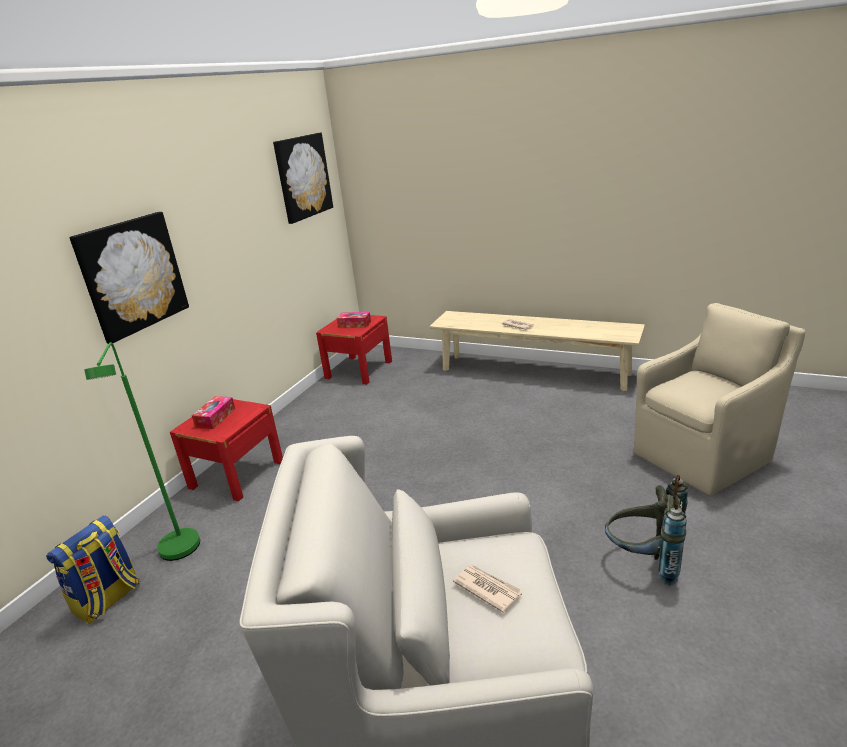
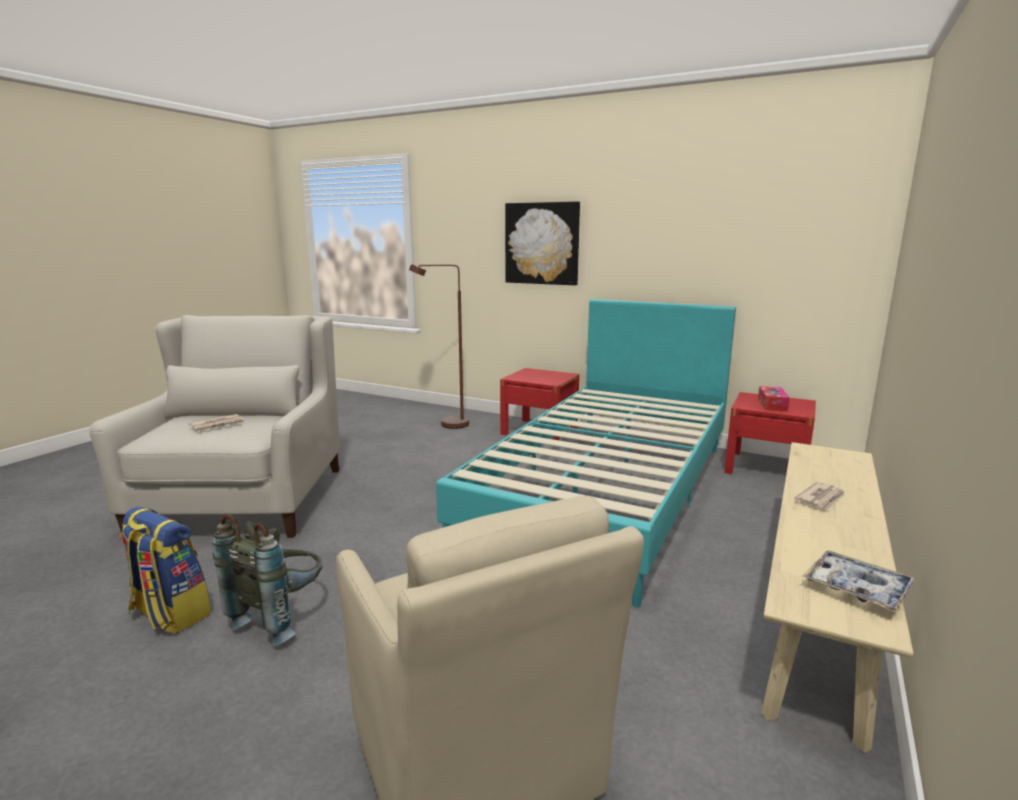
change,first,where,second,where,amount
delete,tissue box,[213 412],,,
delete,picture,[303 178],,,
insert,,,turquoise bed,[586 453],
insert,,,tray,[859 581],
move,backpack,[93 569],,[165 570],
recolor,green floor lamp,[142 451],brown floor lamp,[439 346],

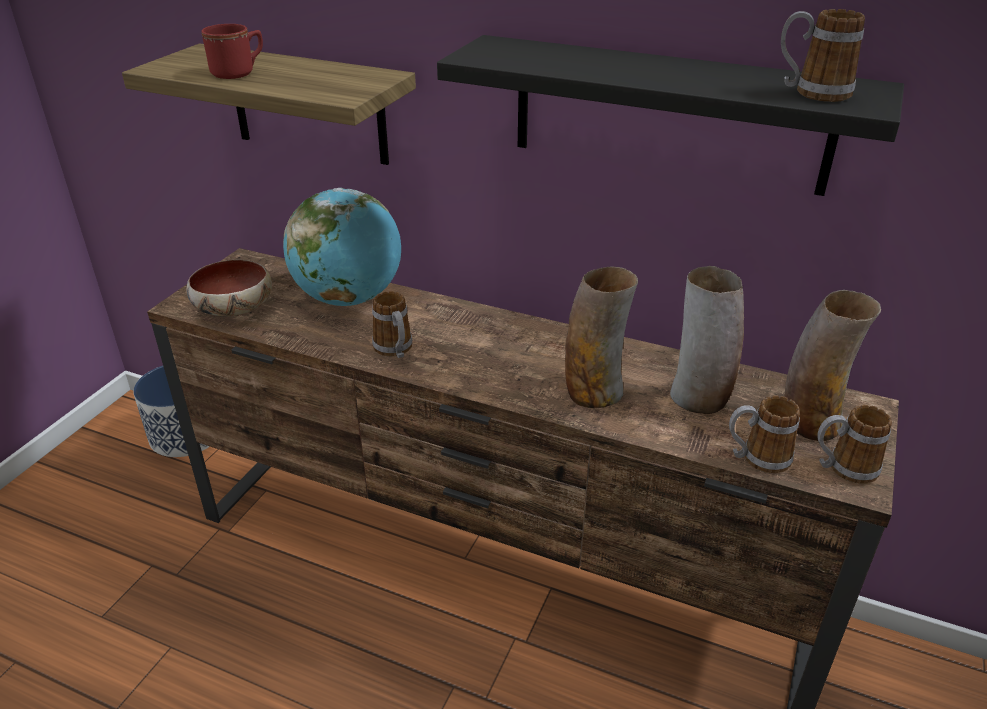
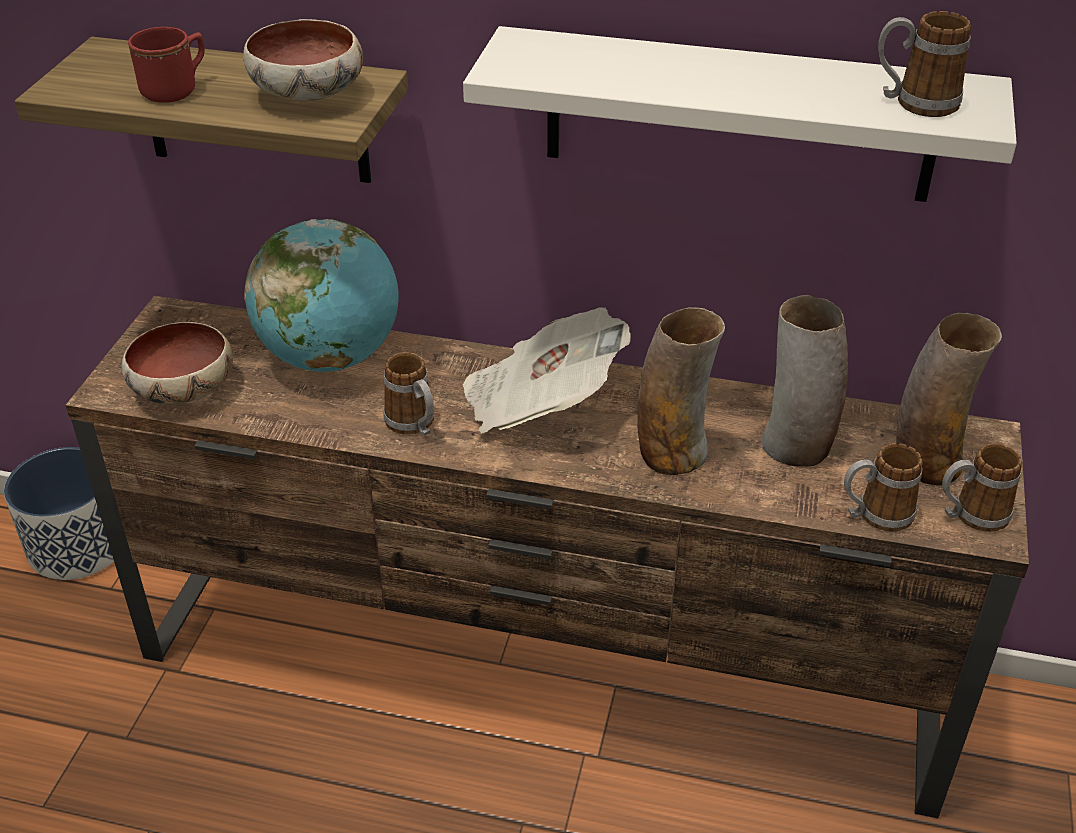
change,first,where,second,where,amount
insert,,,bowl,[303 60],
insert,,,newspaper,[547 370],
recolor,black shelf,[670 115],white shelf,[740 114],

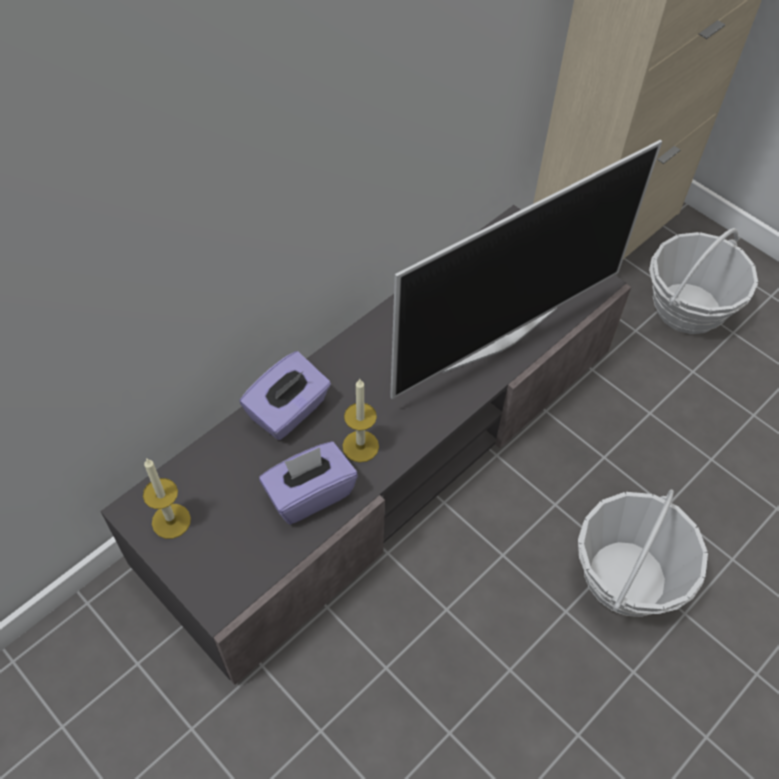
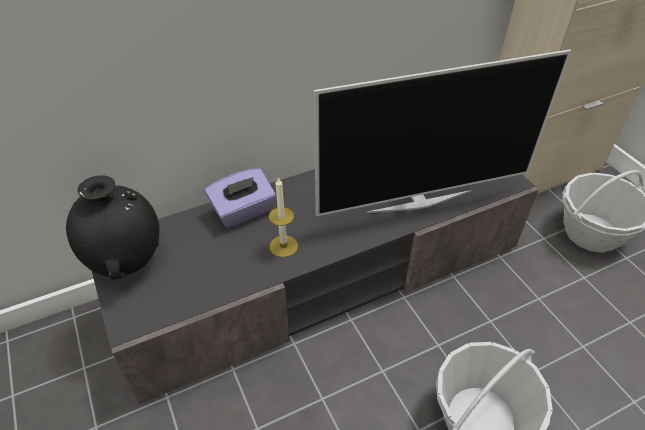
change,first,where,second,where,amount
delete,purple tissue box,[308 483],,,
replace,candle,[167 498],black vase,[112 227],

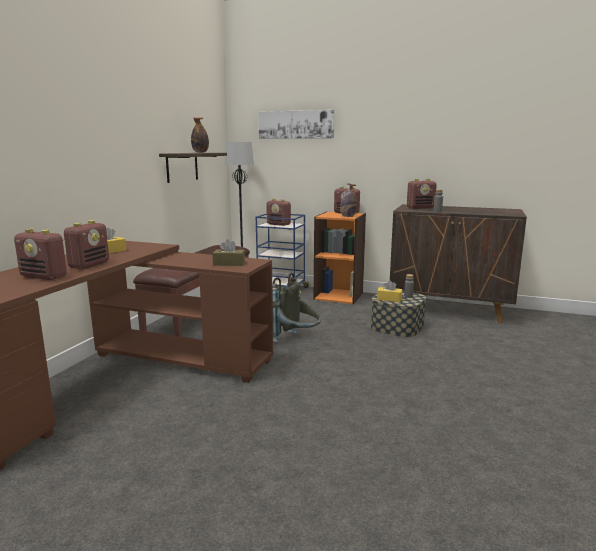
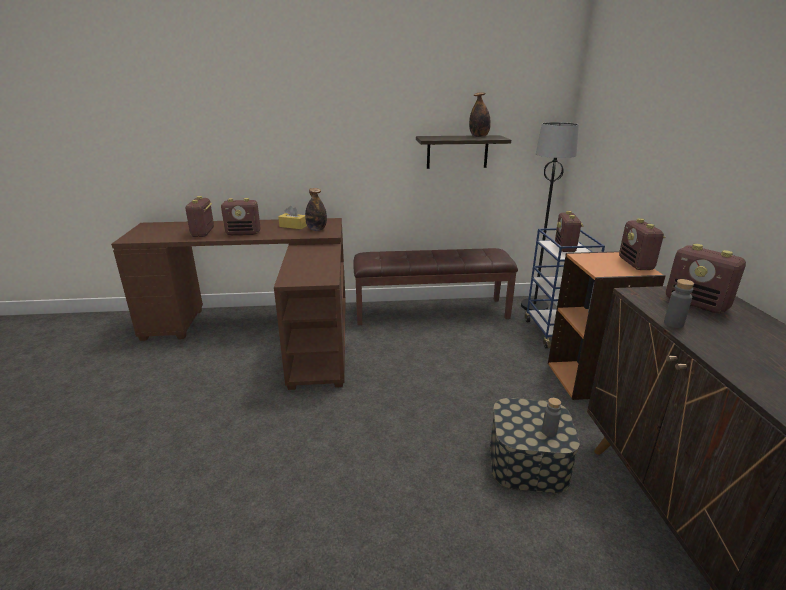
change,first,where,second,where,amount
delete,brown tissue box,[228 252],,,
delete,picture,[296 124],,,
delete,grey backpack,[296 307],,,
delete,yellow tissue box,[389 291],,,
move,bottle,[348 200],,[316 209],

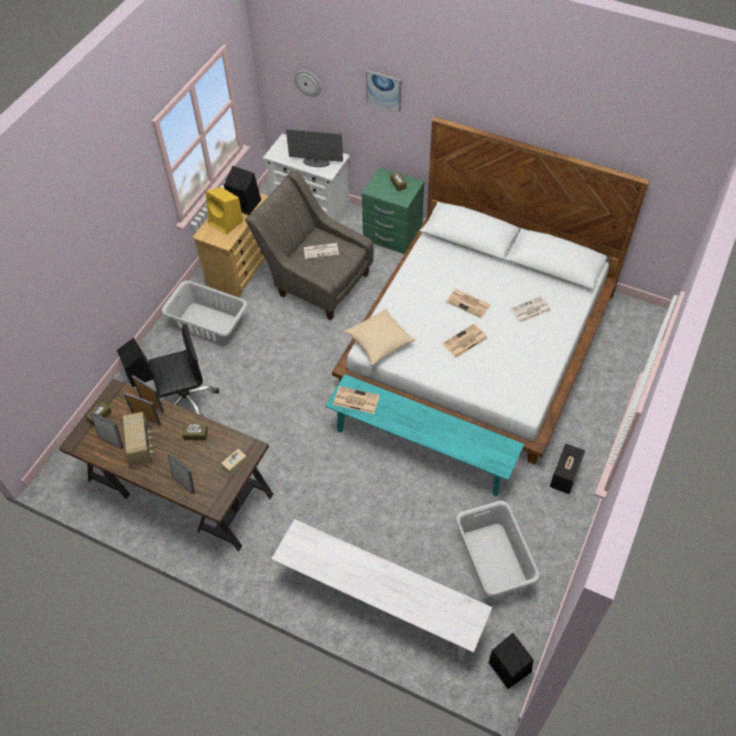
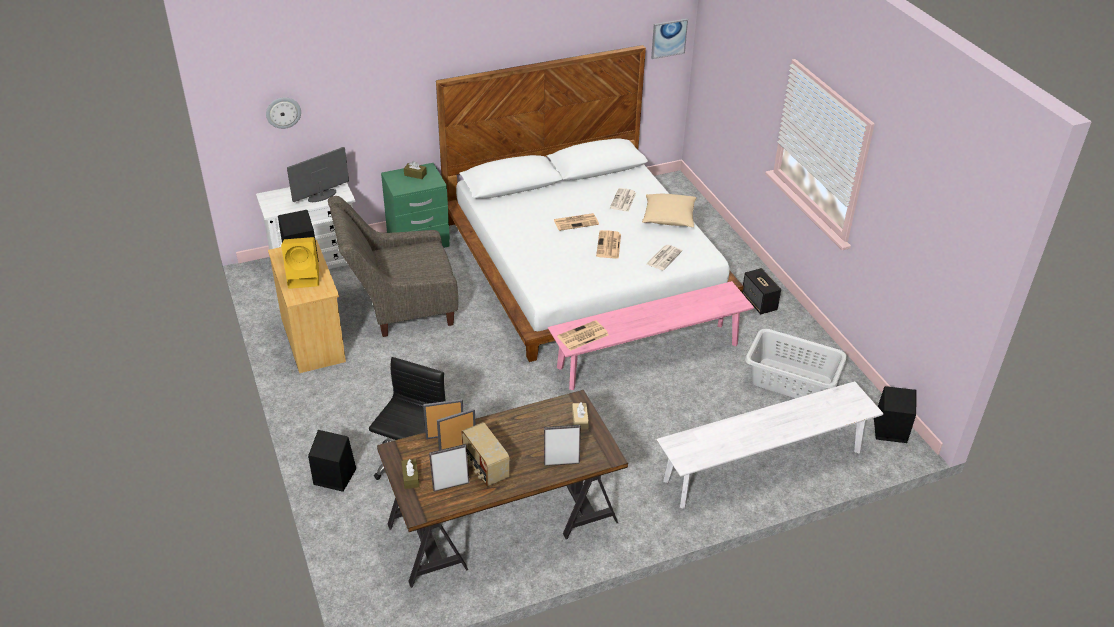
change,first,where,second,where,amount
delete,grey laundry basket,[205 313],,,
delete,brown tissue box,[195 432],,,
move,newspaper,[321 251],,[664 257],
move,beige pillow,[380 337],,[669 210],
move,picture,[383 91],,[669 39],
recolor,turquoise bench,[424 435],pink bench,[651 335],
rotate,radio,[138 439],,[485 454],150 degrees counterclockwise

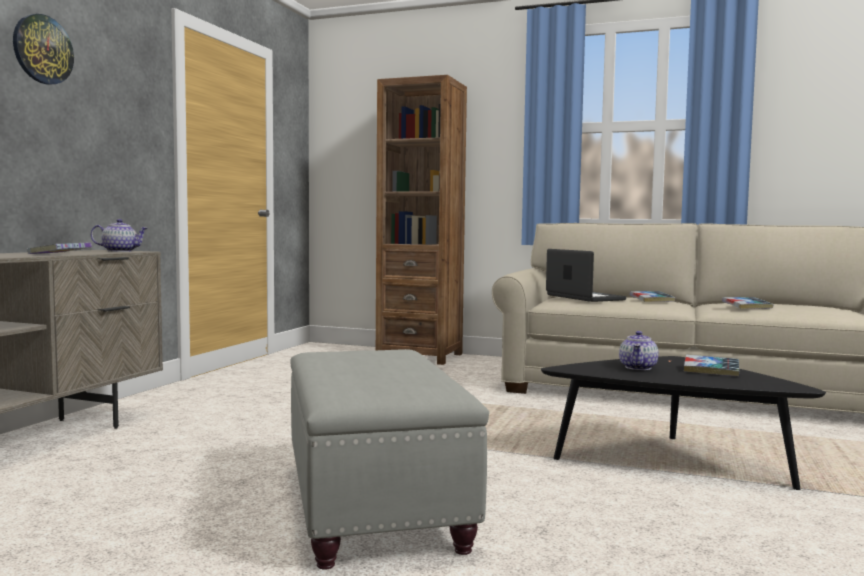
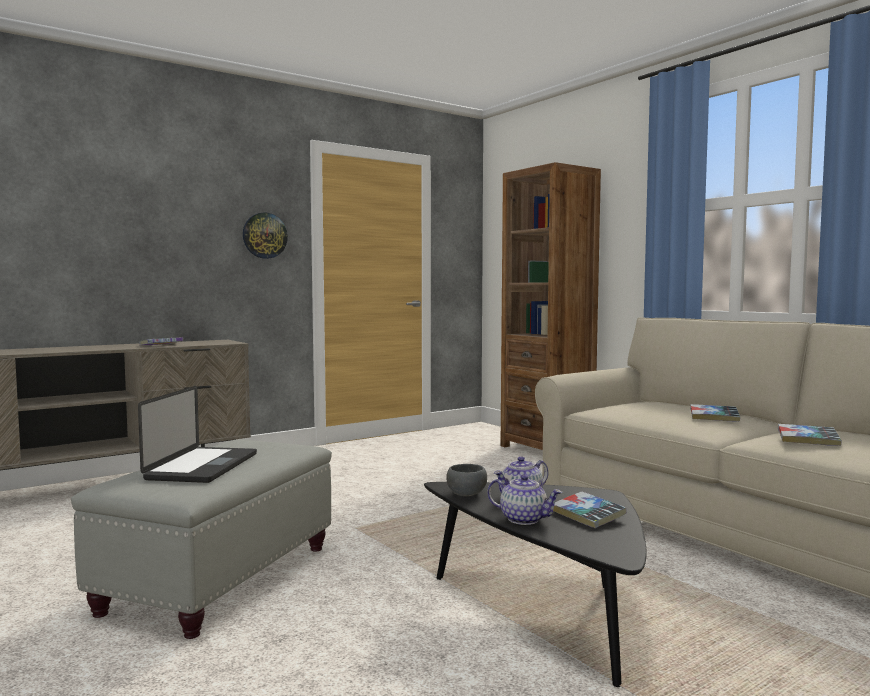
change,first,where,second,where,amount
insert,,,grey bowl,[466 480],
move,wall clock,[43 49],,[265 235],
move,teapot,[119 235],,[524 499],
move,laptop,[586 275],,[197 434],

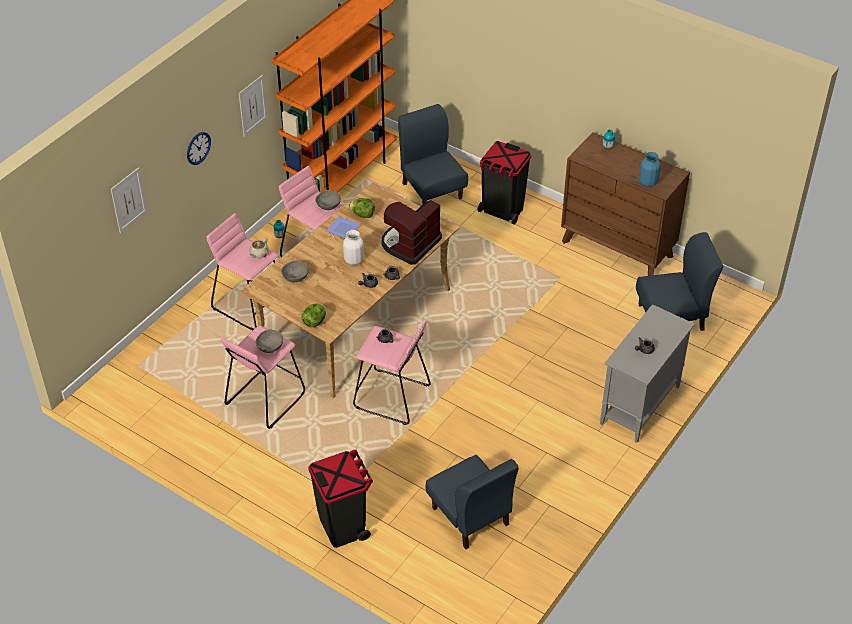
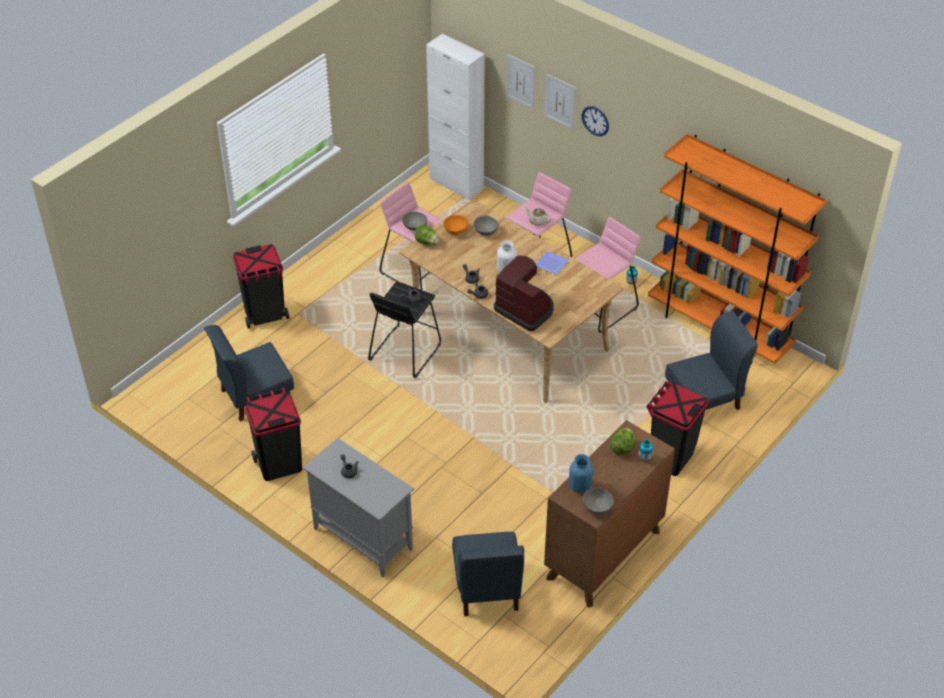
change,first,where,second,where,amount
insert,,,black trash can,[273 434],
insert,,,white cabinet,[455 117],
insert,,,orange bowl,[456 225],
move,picture,[253 105],,[560 102],
move,grey bowl,[328 200],,[598 501],
move,lettuce,[362 208],,[622 441],
recolor,pink stool,[392 373],black stool,[404 329],

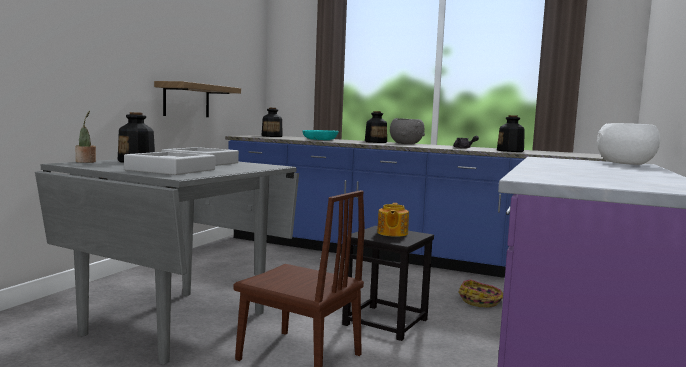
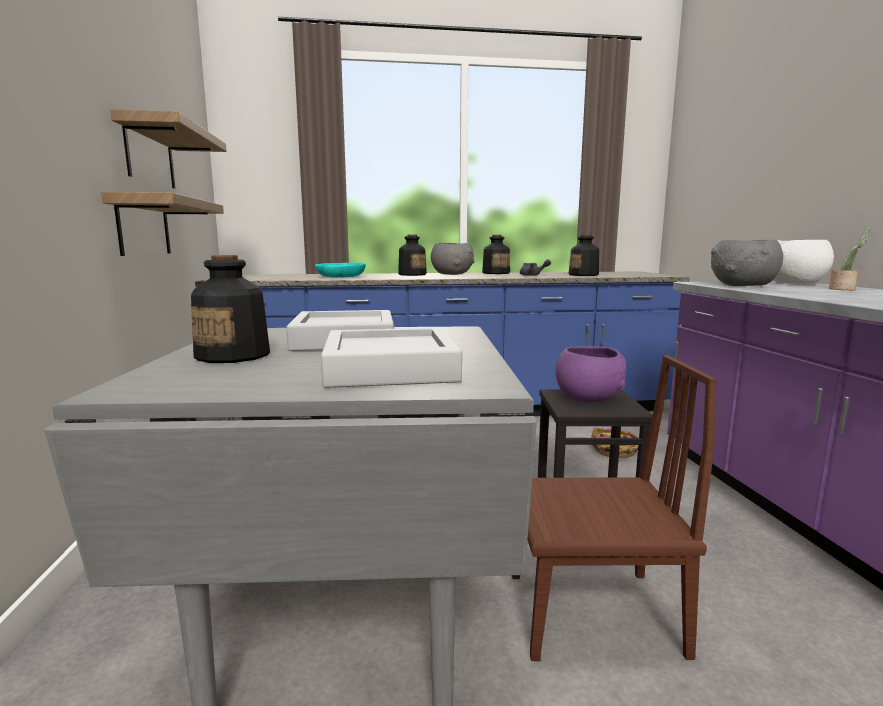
change,first,where,second,where,amount
insert,,,shelf,[168 149],
insert,,,grey bowl,[747 263],
move,potted plant,[85 137],,[849 259],
move,bottle,[272 122],,[496 254],
replace,teapot,[393 220],purple bowl,[590 374],

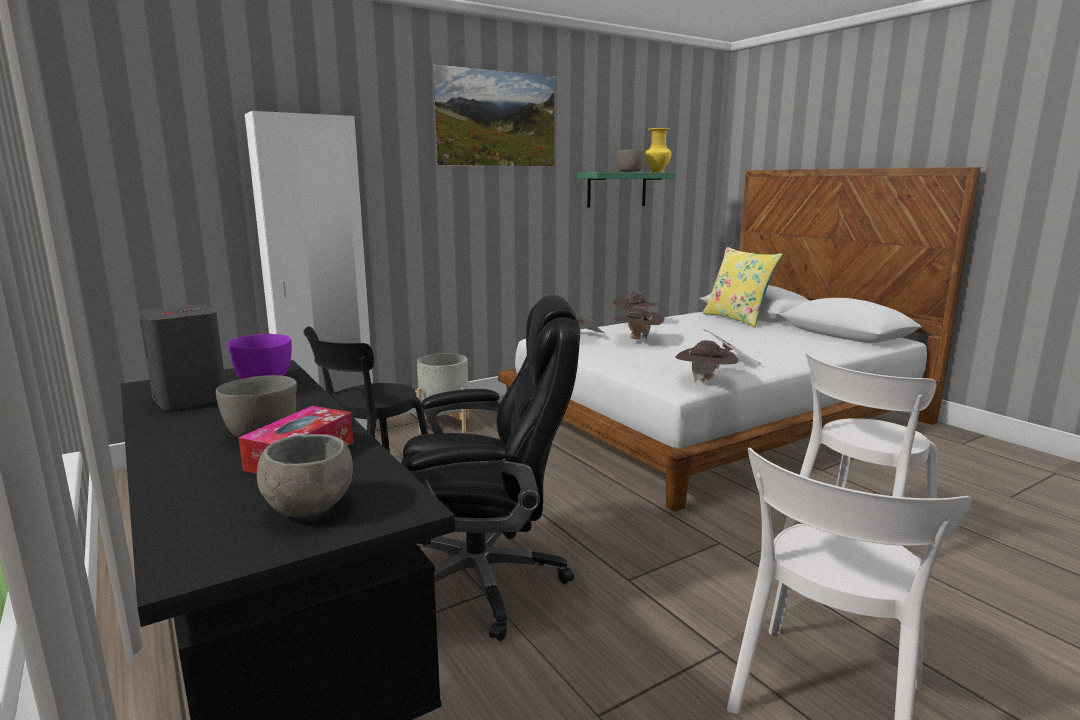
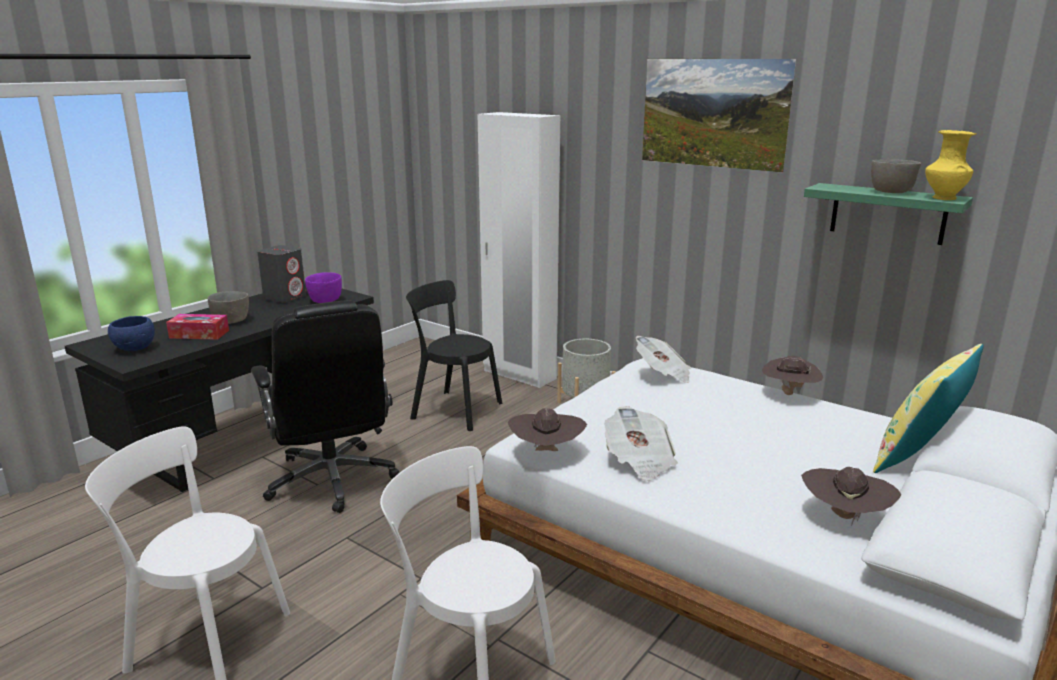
change,first,where,second,where,amount
move,brown hat,[639 323],,[851 496],
recolor,grey bowl,[305 476],blue bowl,[131 333],

